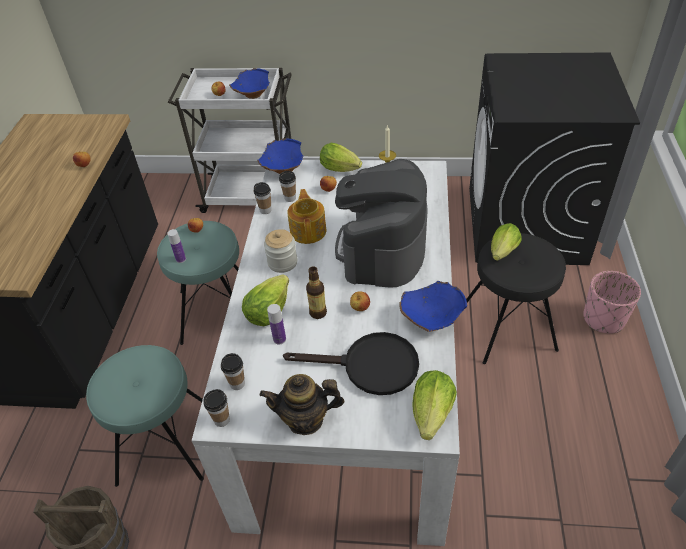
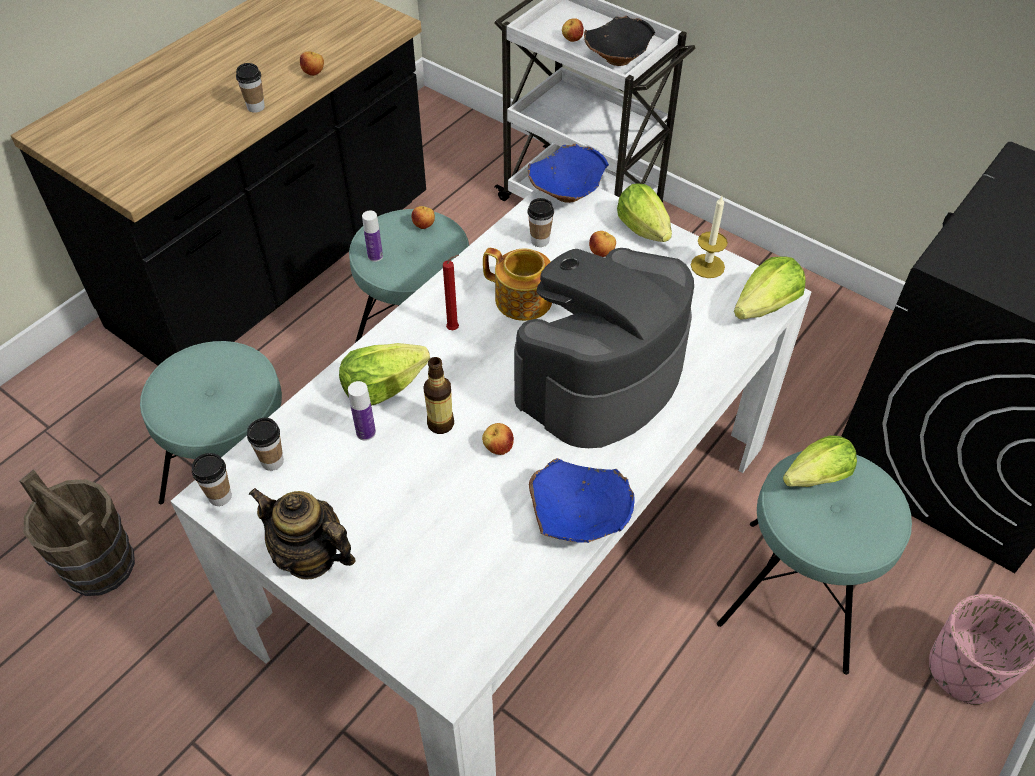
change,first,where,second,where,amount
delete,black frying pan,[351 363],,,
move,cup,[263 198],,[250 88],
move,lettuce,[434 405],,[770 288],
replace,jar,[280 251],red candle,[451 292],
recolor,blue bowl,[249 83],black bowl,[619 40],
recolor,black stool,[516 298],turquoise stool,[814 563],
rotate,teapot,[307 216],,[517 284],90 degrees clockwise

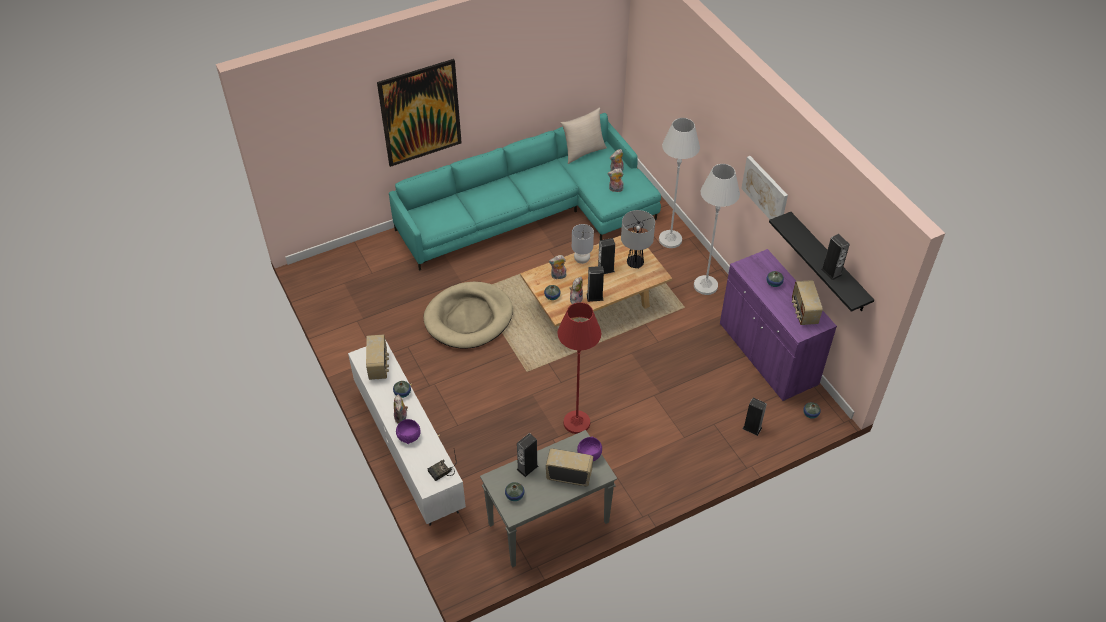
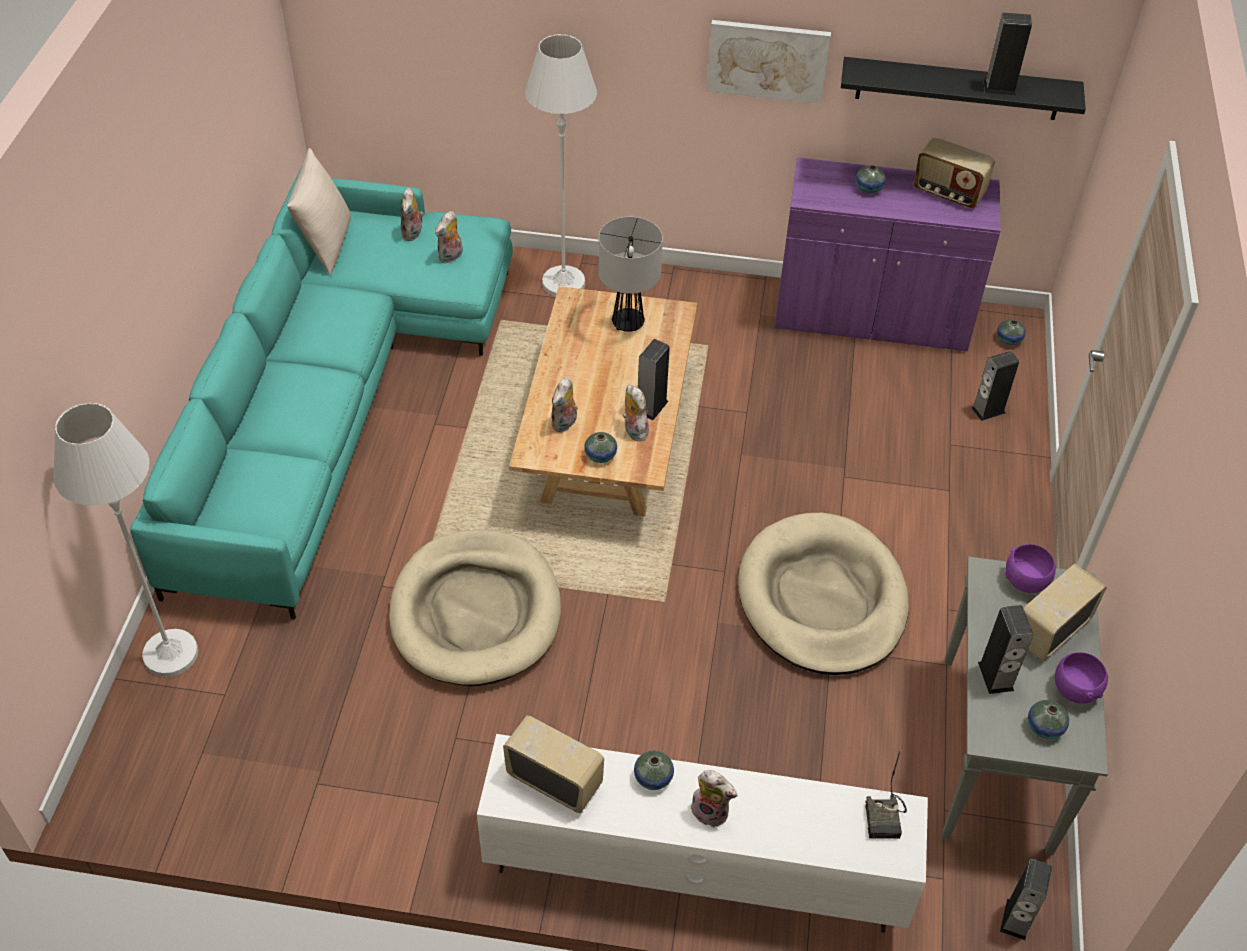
change,first,where,second,where,amount
delete,picture,[419 113],,,
delete,grey table lamp,[583 244],,,
move,purple bowl,[408 431],,[1081 678],
move,speaker,[606 256],,[1026 899],
move,white floor lamp,[717 229],,[126 540],
replace,red floor lamp,[579 368],beige dog bed,[823 594],

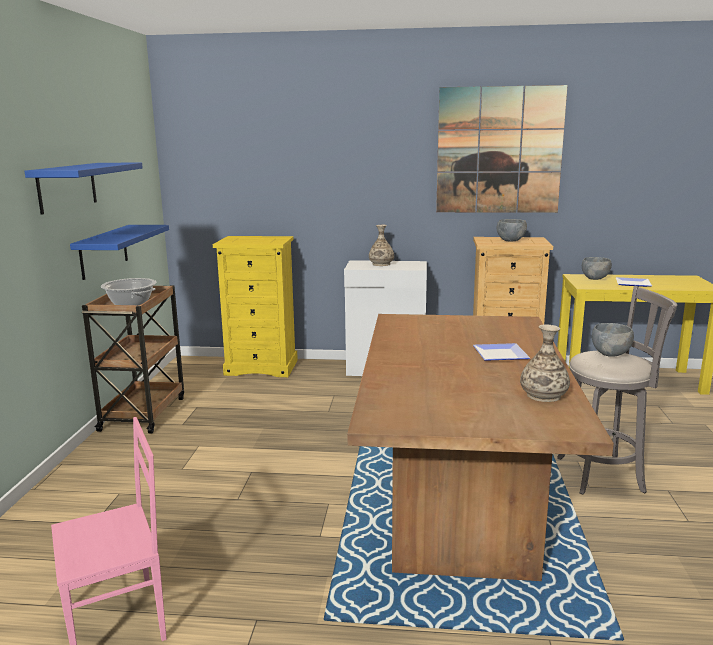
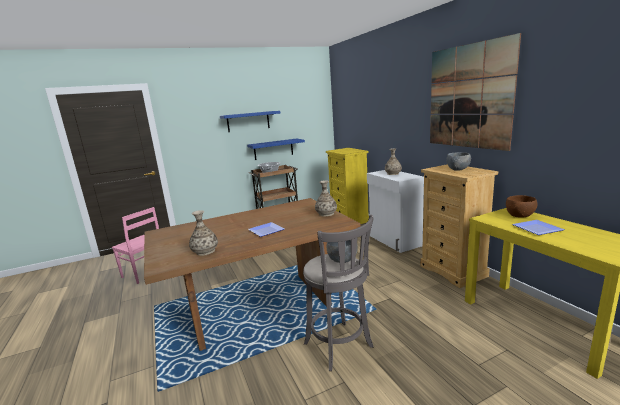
change,first,where,second,where,amount
insert,,,vase,[326 198],
recolor,grey bowl,[597 268],brown bowl,[521 206],

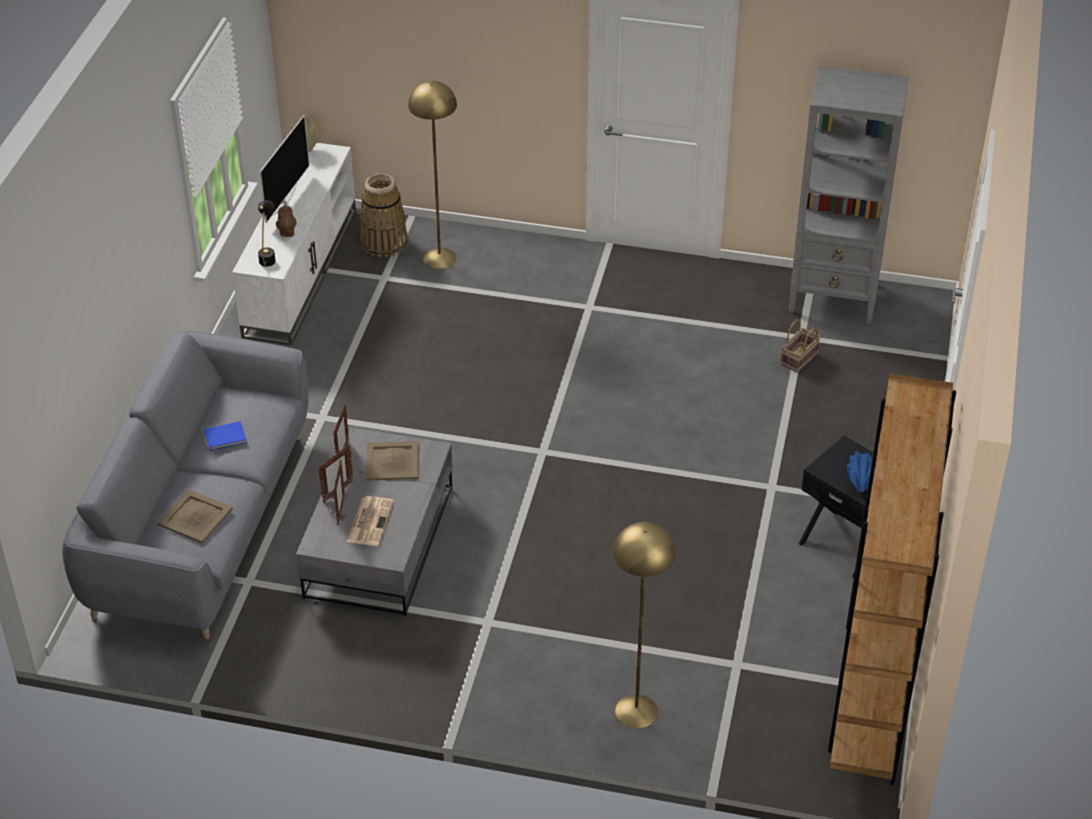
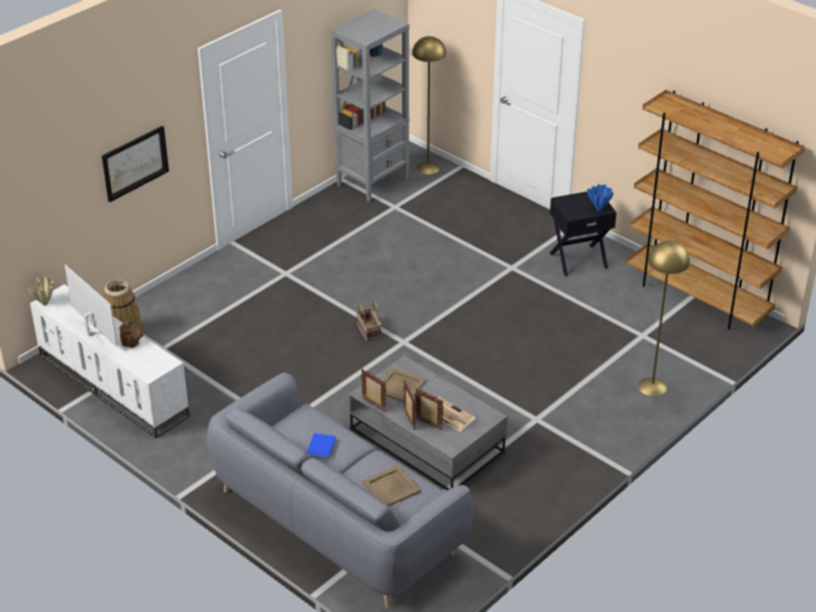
change,first,where,second,where,amount
delete,black table lamp,[267 233],,,
insert,,,picture,[135 164],
move,yellow floor lamp,[432 175],,[429 105],
move,basket,[800 346],,[369 321],

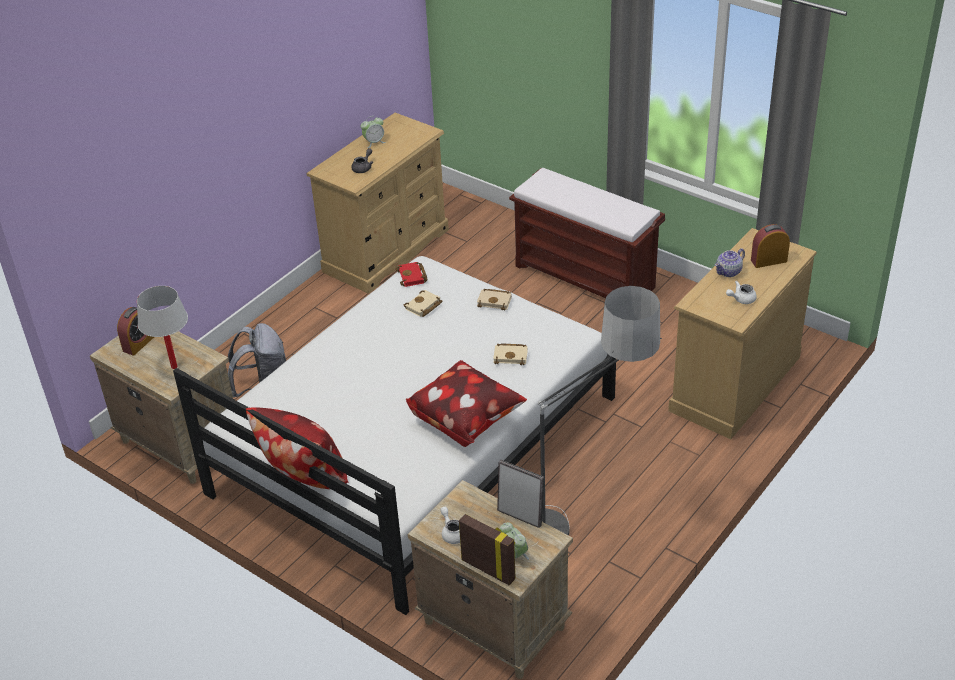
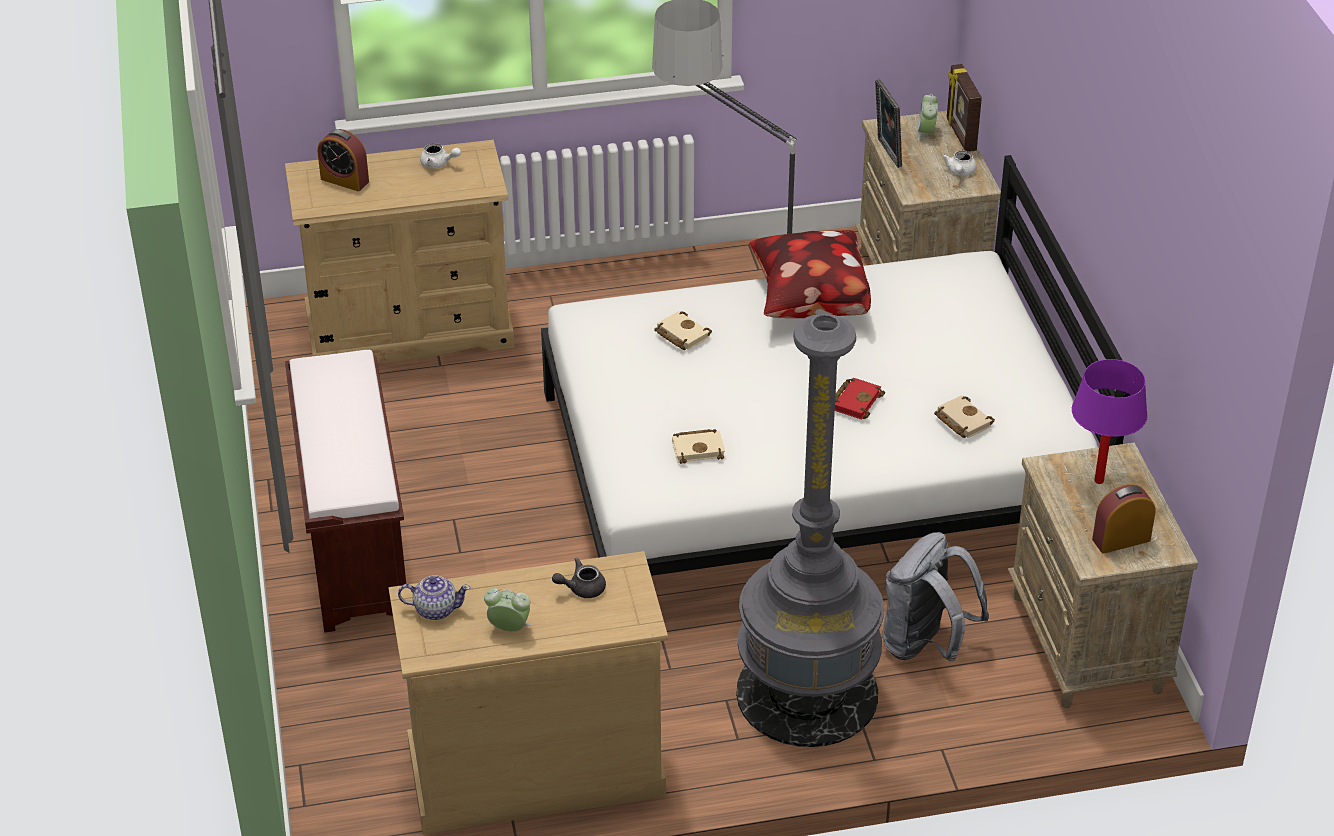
change,first,where,second,where,amount
delete,pillow,[297 448],,,
insert,,,grey floor lamp,[810 530],
move,red book,[411 274],,[860 399],
move,beige book,[494 300],,[964 416],
move,teapot,[730 262],,[434 597],
recolor,white table lamp,[162 327],purple table lamp,[1110 421],

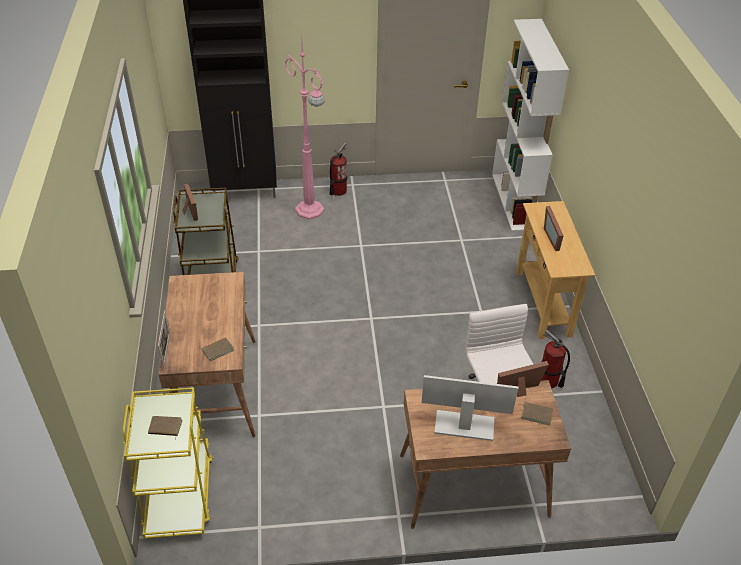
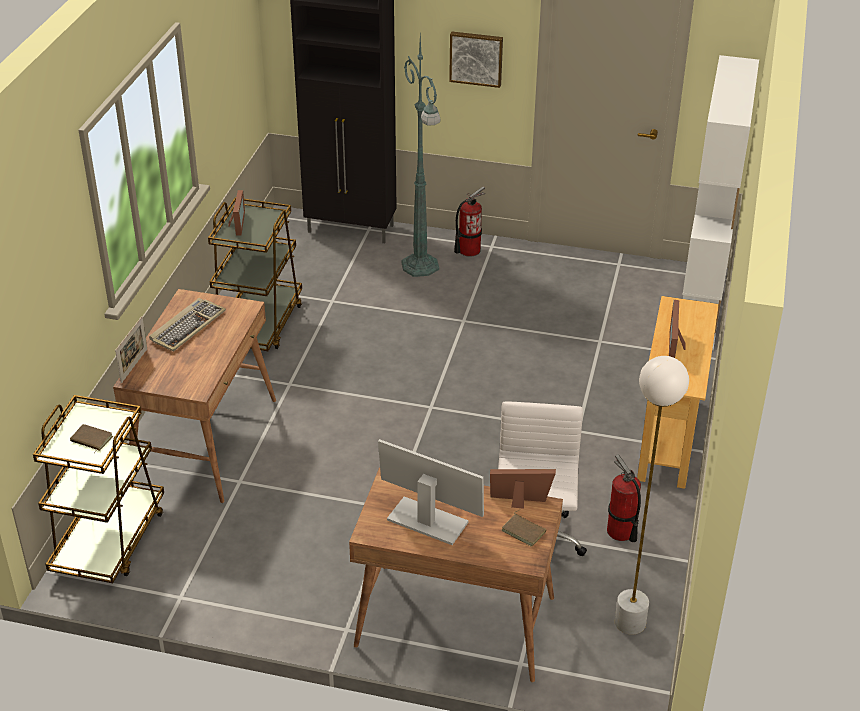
change,first,where,second,where,amount
delete,brown book,[216 349],,,
insert,,,keyboard,[187 324],
insert,,,picture,[476 60],
insert,,,white floor lamp,[652 495],
recolor,yellow cart,[168 463],brown cart,[98 489],
recolor,pink floor lamp,[305 126],green floor lamp,[421 155],

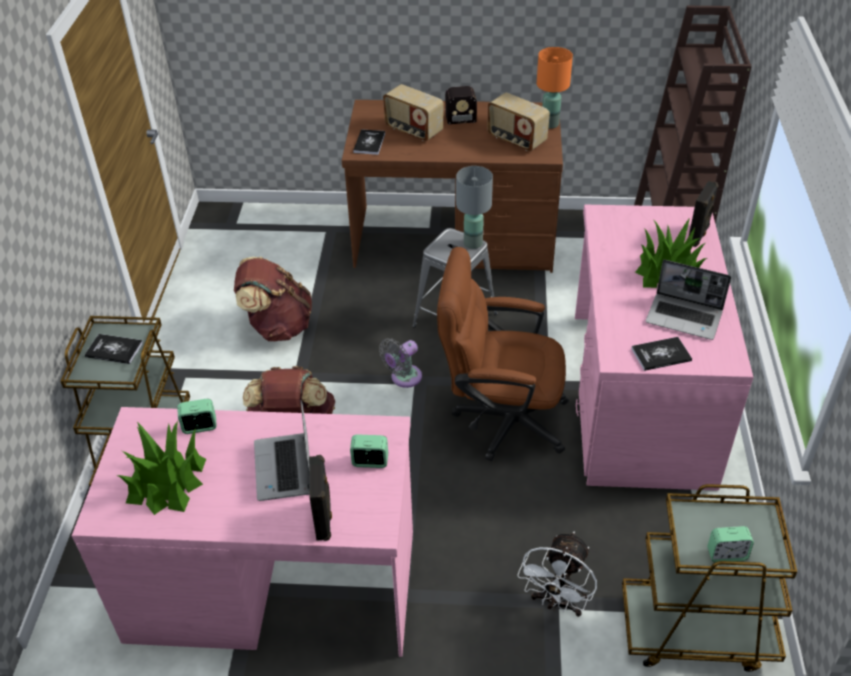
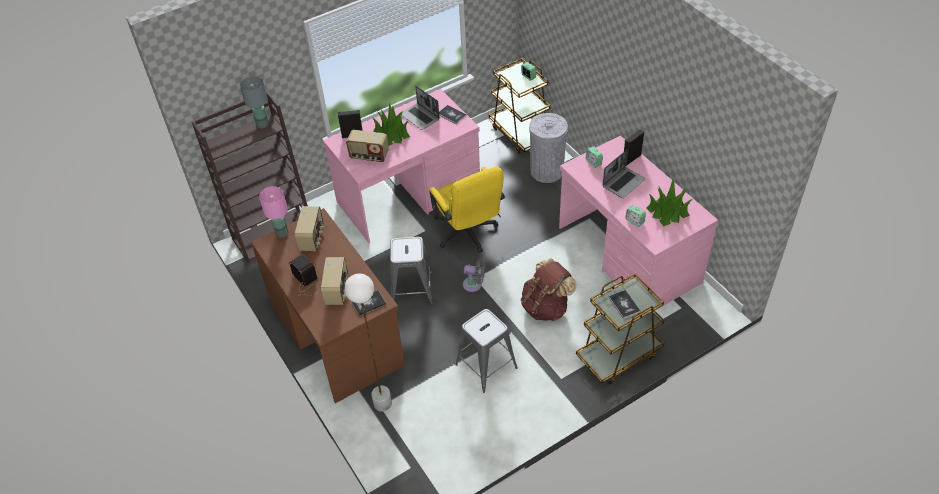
change,first,where,second,where,amount
insert,,,white floor lamp,[368 342],
insert,,,radio,[367 146],
move,grey table lamp,[474 207],,[254 102],
replace,brown backpack,[273 299],grey stool,[486 351],
replace,white fan,[557 574],grey trash can,[548 148],
recolor,brown office chair,[503 354],yellow office chair,[467 210],
recolor,orange table lamp,[555 88],pink table lamp,[273 211],
rotate,laptop,[688 300],,[421 108],150 degrees clockwise

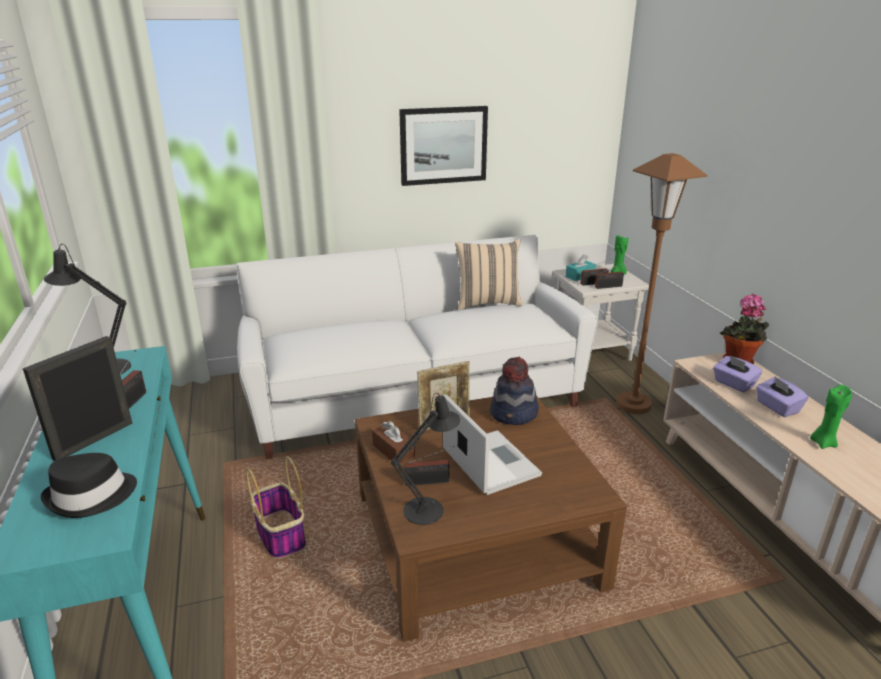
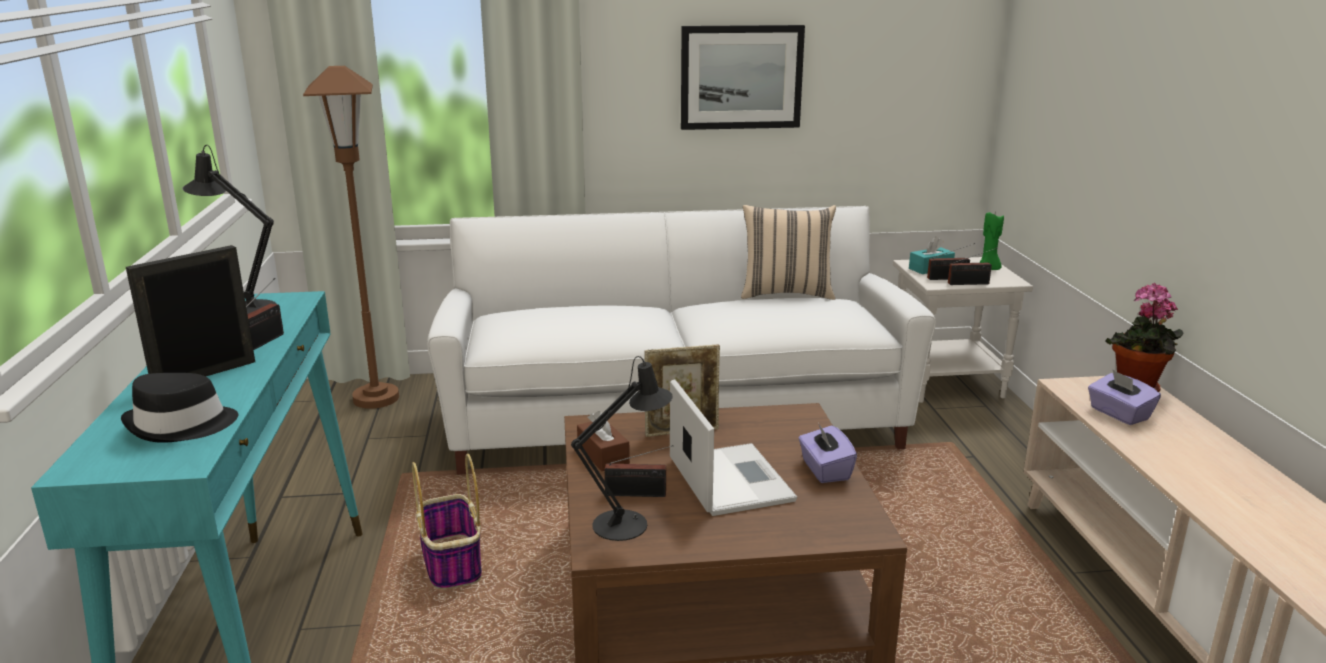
change,first,where,second,where,amount
delete,hat,[514 391],,,
delete,green candle,[831 417],,,
move,brown floor lamp,[661 283],,[351 237],
move,purple tissue box,[782 397],,[828 454],

